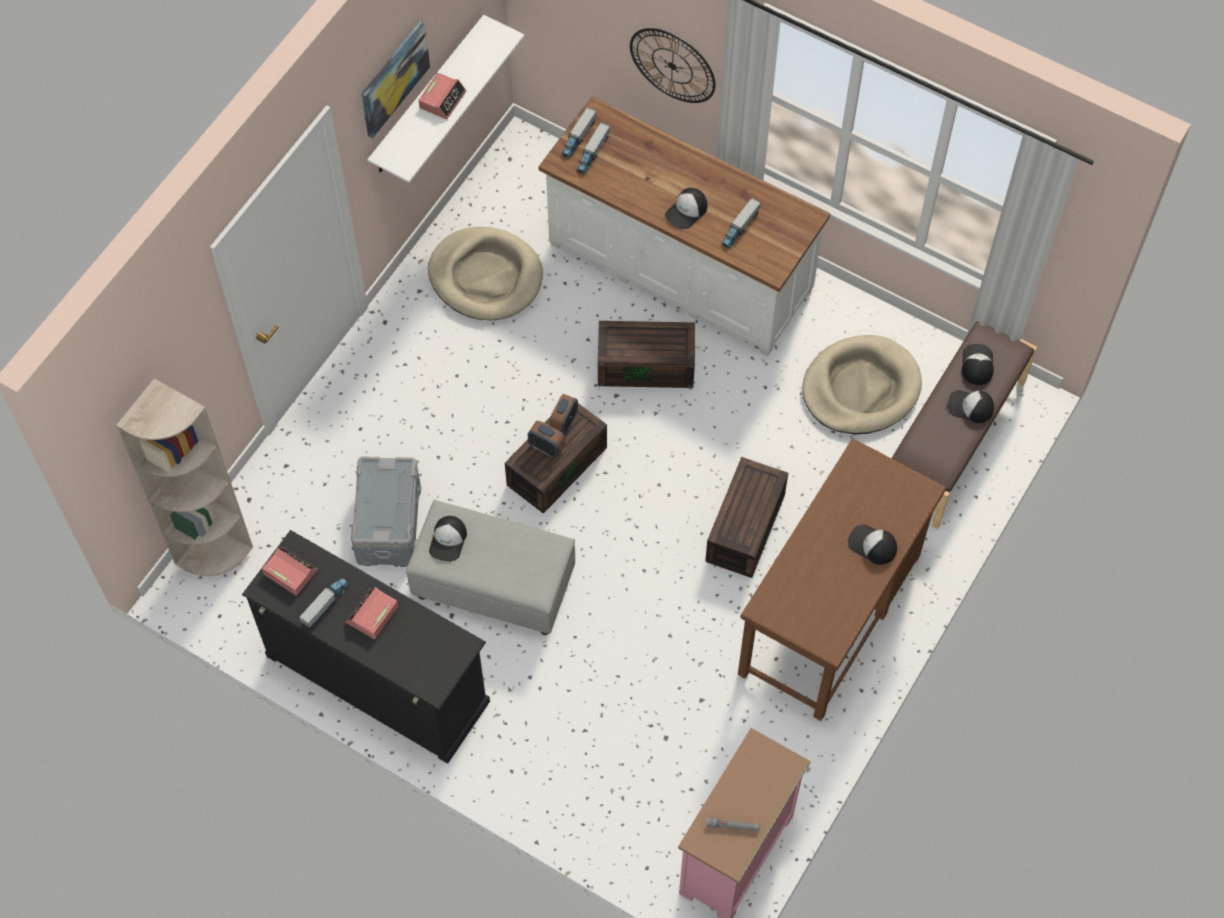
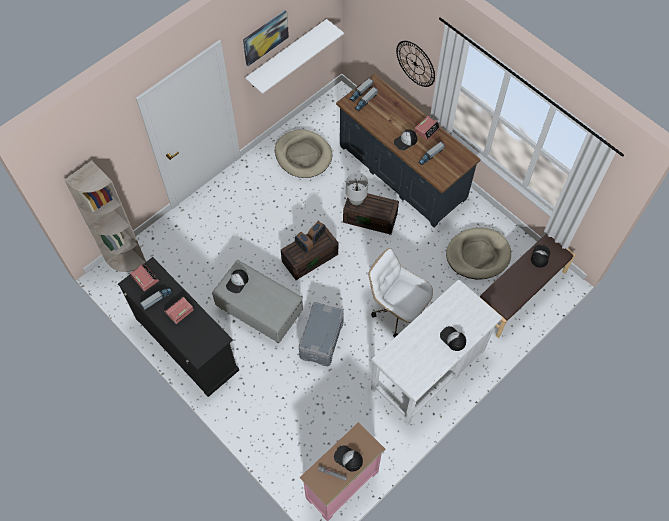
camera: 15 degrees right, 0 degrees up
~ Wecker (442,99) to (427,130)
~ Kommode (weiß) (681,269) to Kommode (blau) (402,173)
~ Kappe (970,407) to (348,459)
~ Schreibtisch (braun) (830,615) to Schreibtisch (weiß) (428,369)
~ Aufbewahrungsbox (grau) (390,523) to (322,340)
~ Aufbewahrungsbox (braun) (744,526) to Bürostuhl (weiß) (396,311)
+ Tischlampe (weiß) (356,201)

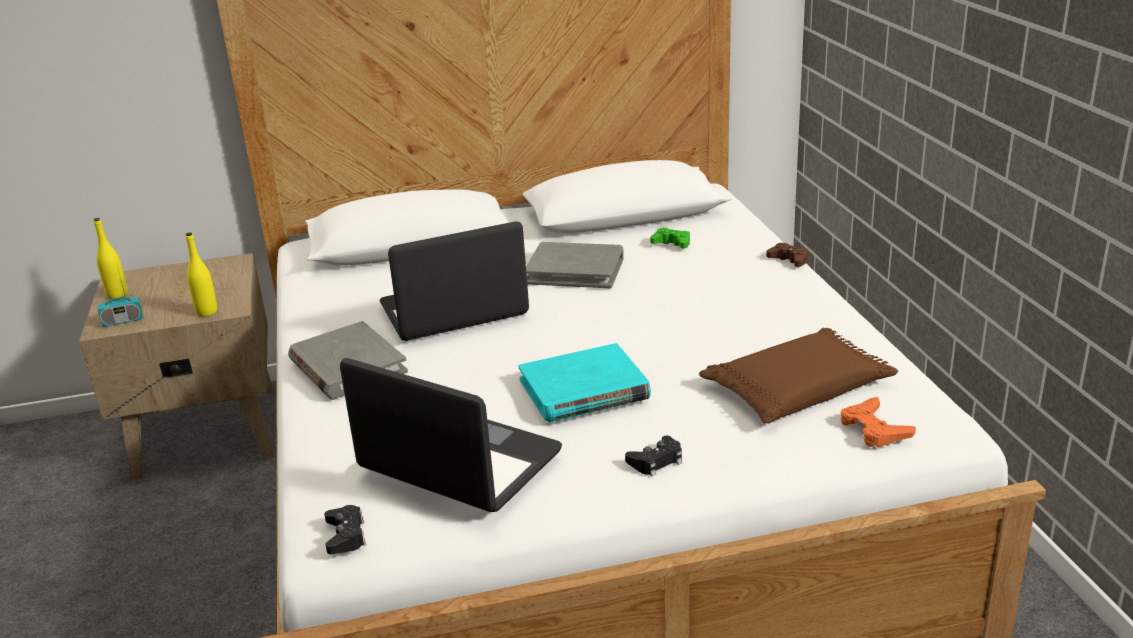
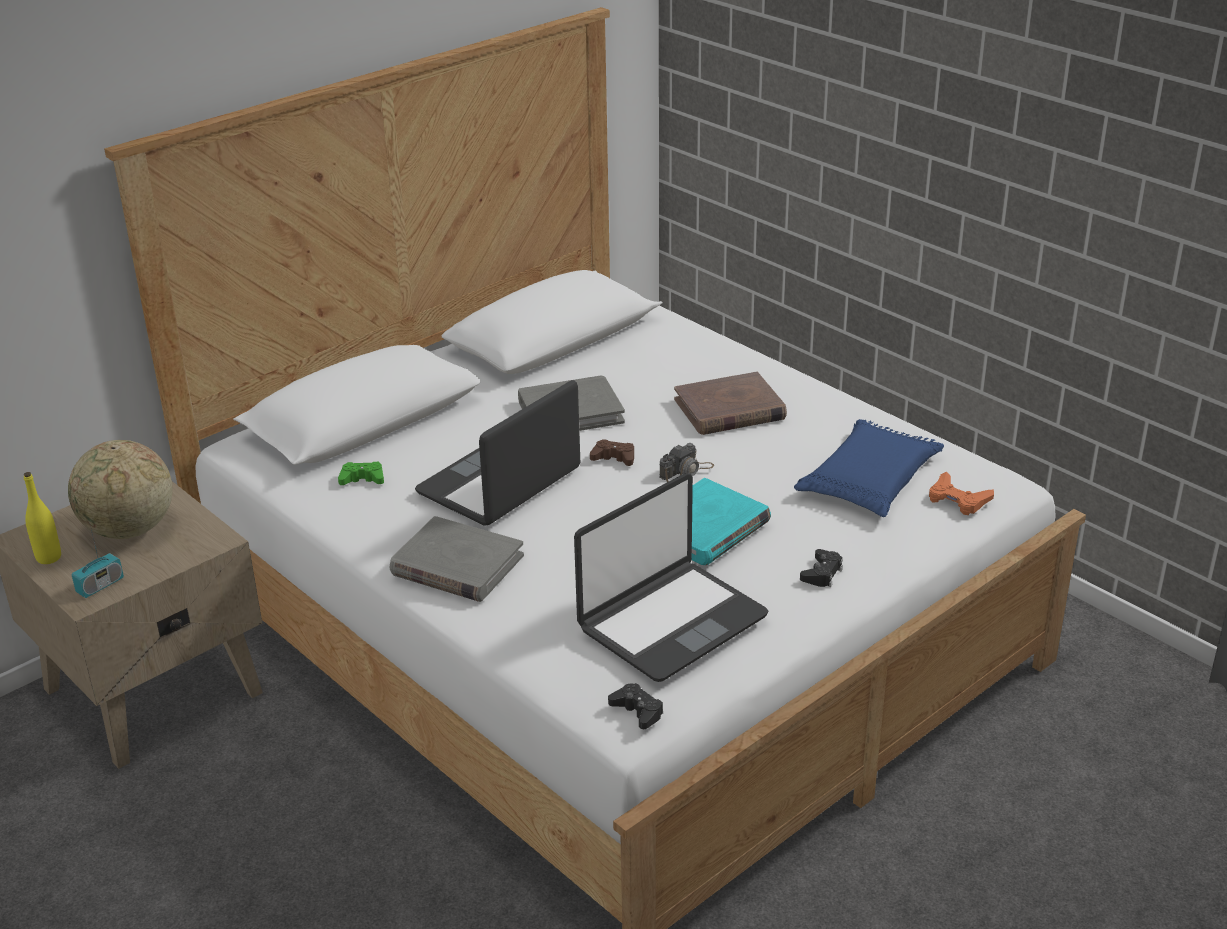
camera: 30 degrees left, 5 degrees up
~ Gamepad (grün) (672,243) to (362,479)
- Flasche (gelb) (207,312)
~ Gamepad (braun) (789,260) to (614,458)
~ Kissen (braun) (797,385) to Kissen (blau) (870,477)
~ Laptop (459,462) = (671,622) 135 degrees clockwise
+ Buch (braun) (729,409)
+ Globus (129,530)
+ Kamera (686,471)

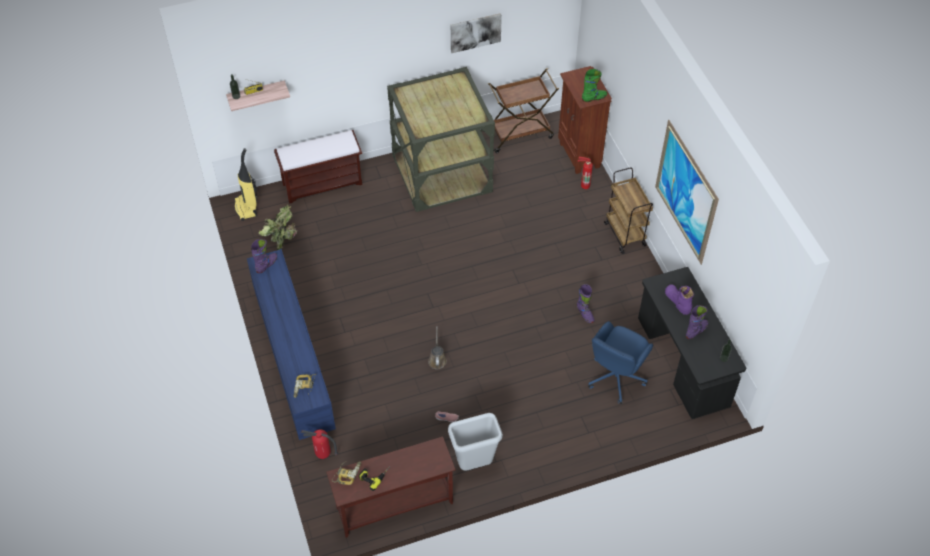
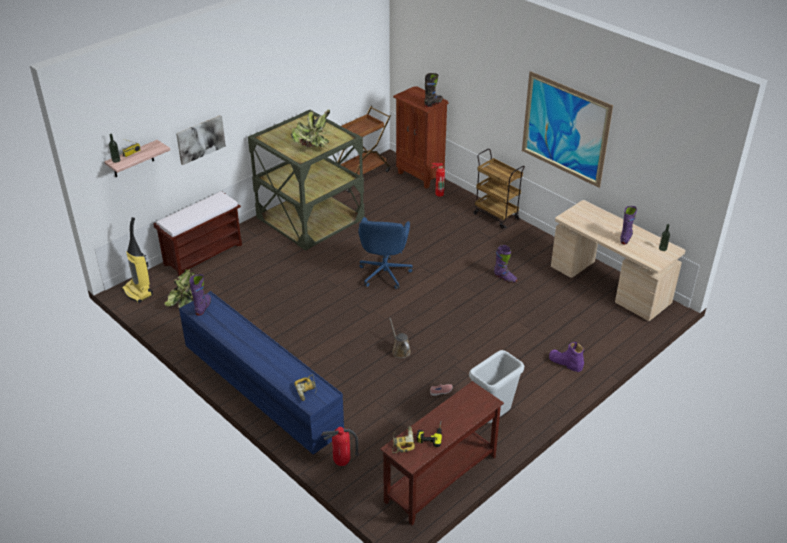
camera: 25 degrees left, 15 degrees down
~ Bild (475,32) to (200,139)
~ Stiefel (grün) (594,98) to Stiefel (schwarz) (433,103)
~ Schreibtisch (schwarz) (682,362) to Schreibtisch (beige) (609,286)
~ Stiefel (lila) (677,301) to (565,363)
~ Bürostuhl (blau) (615,378) to (384,274)
+ Topfpflanze (313,149)

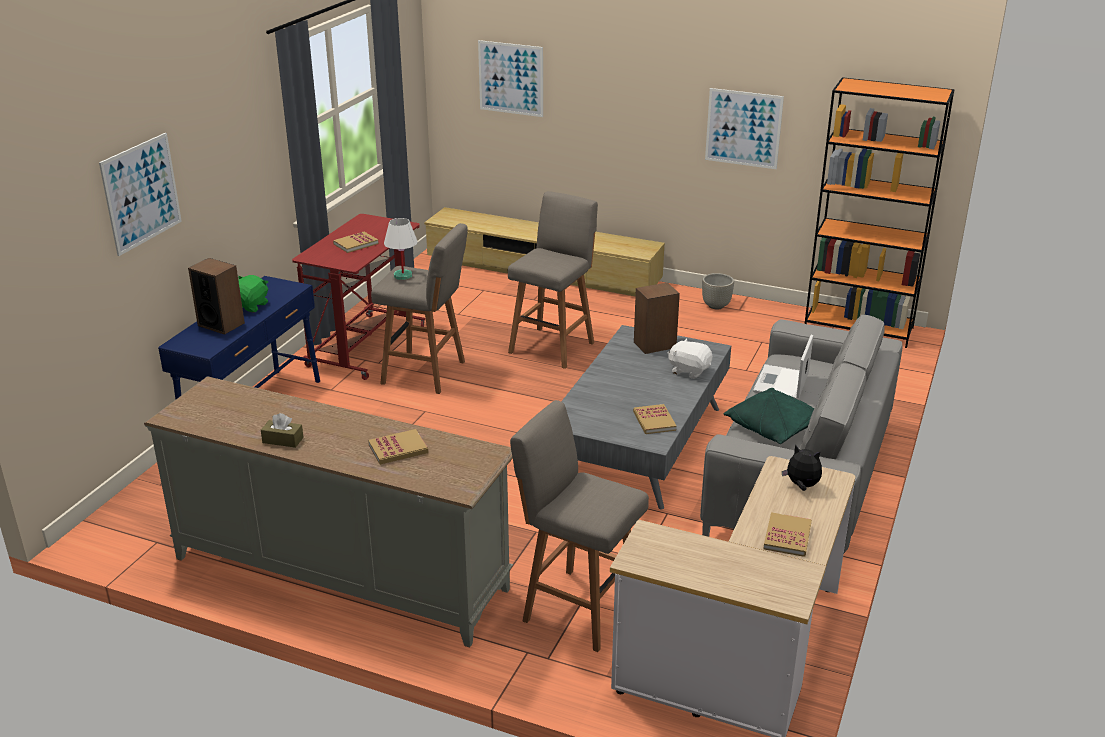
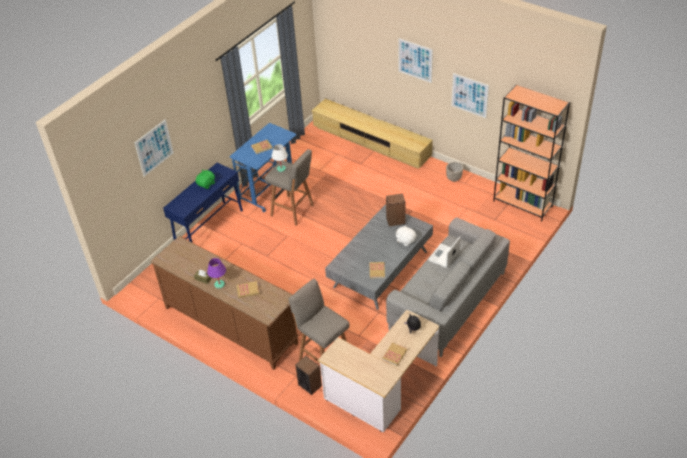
camera: 15 degrees right, 15 degrees up
~ Bild (511,78) to (415,60)
- Hocker (grau) (553,346)
~ Schreibtisch (rot) (366,346) to Schreibtisch (blau) (269,189)
~ Lautsprecher (221,324) to (310,385)
~ Schrank (grau) (341,572) to Schrank (braun) (231,324)
- Kissen (grün) (774,428)
+ Tischlampe (lila) (219,285)

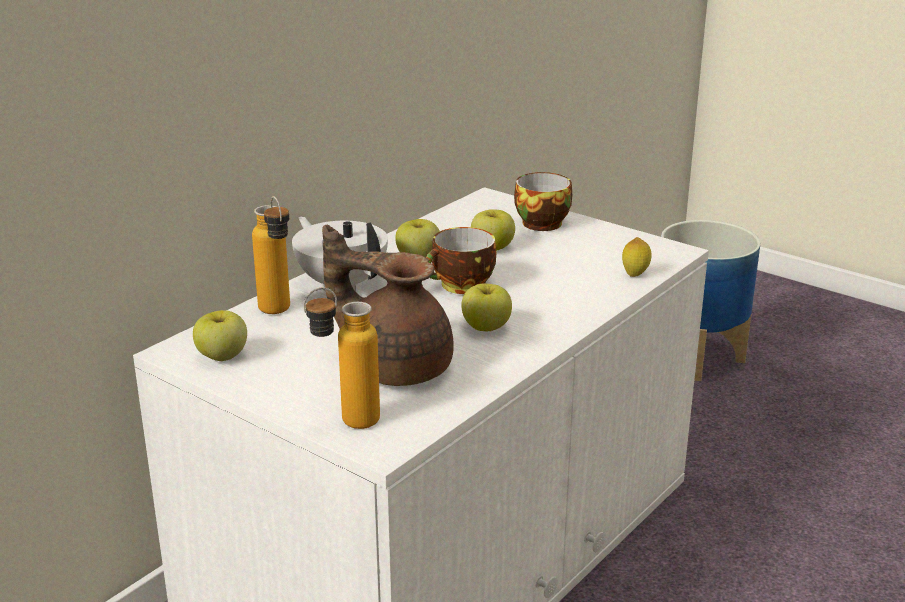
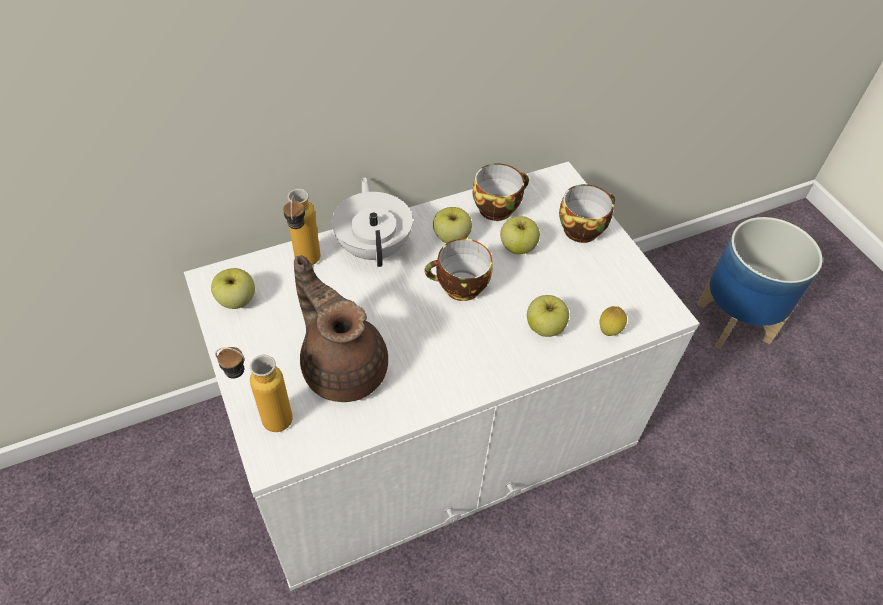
camera: 25 degrees right, 25 degrees up
~ Apfel (486,327) to (545,327)
+ Tasse (497,207)

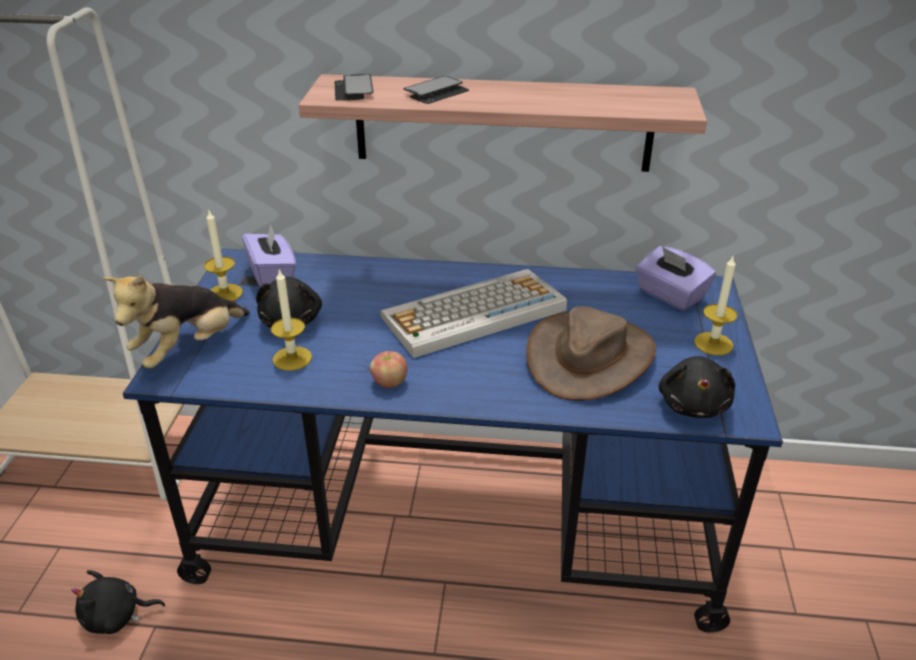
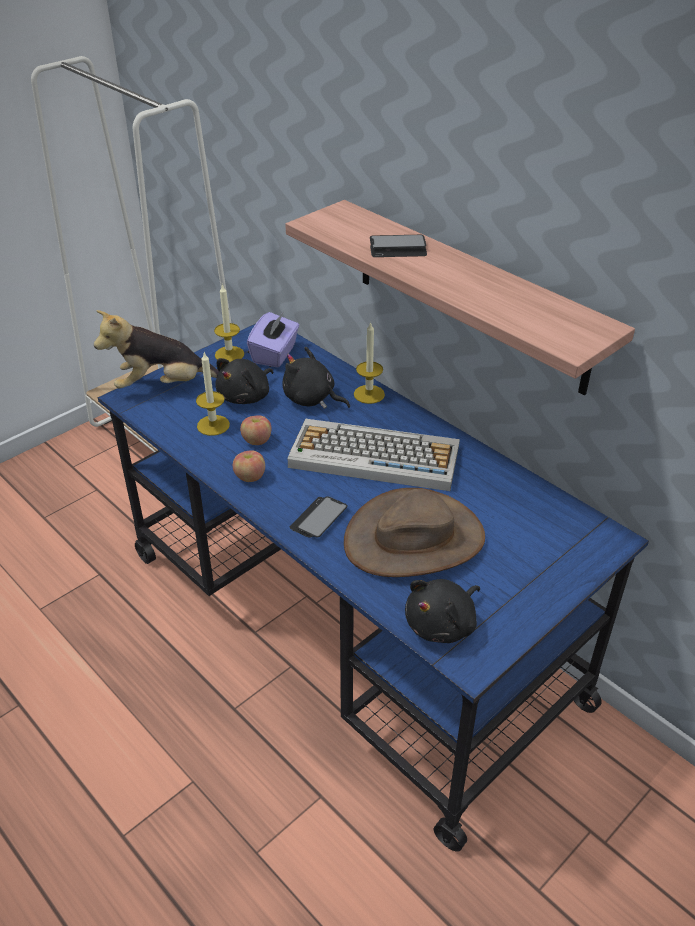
camera: 40 degrees right, 5 degrees up
~ Handy (353,89) to (318,518)
- Taschentuchbox (lila) (670,295)
~ Kerze (713,343) to (369,394)
~ Plüschtier (schwarz) (116,617) to (311,399)
+ Apfel (257,440)

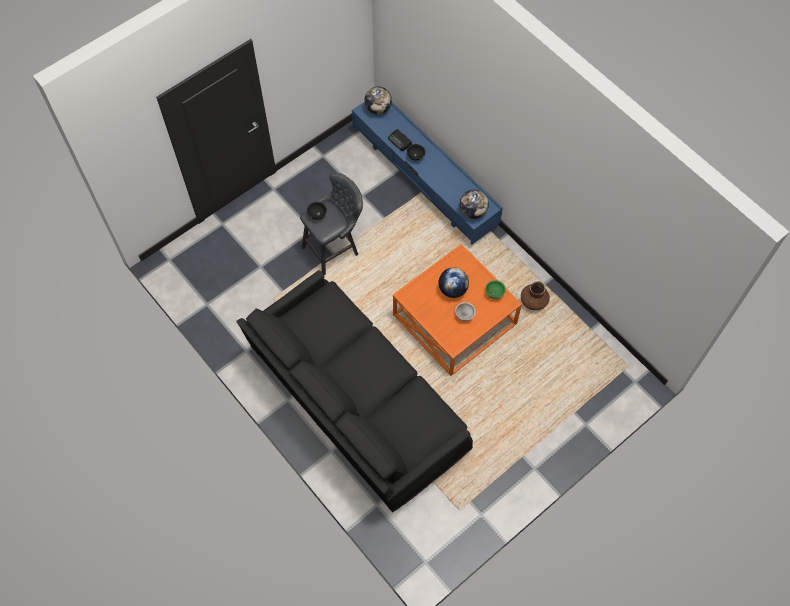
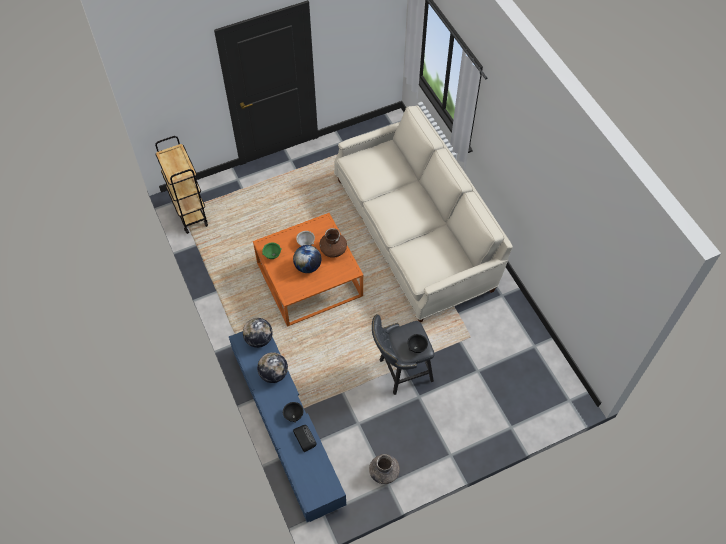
camera: 165 degrees left, 5 degrees down
~ Globus (378,109) to (273,374)
~ Sofa (schwarz) (355,403) to Sofa (beige) (415,233)
~ Vase (braun) (533,301) to (333,249)
+ Rollwagen (braun) (189,214)
+ Vase (grau) (384,472)

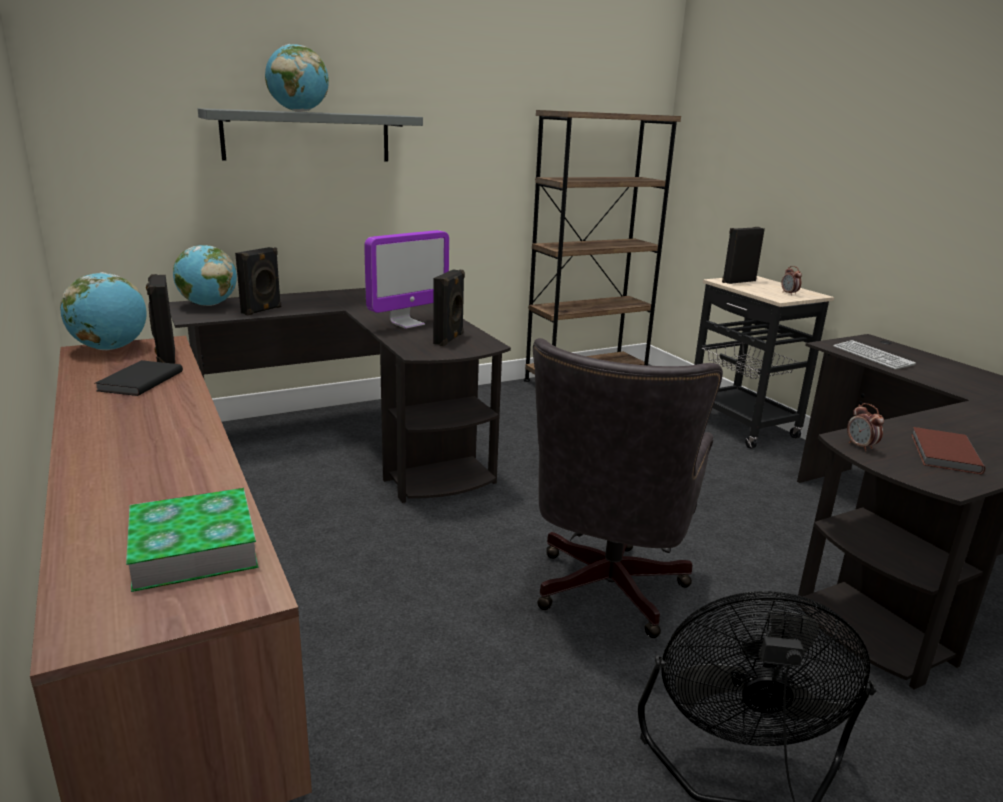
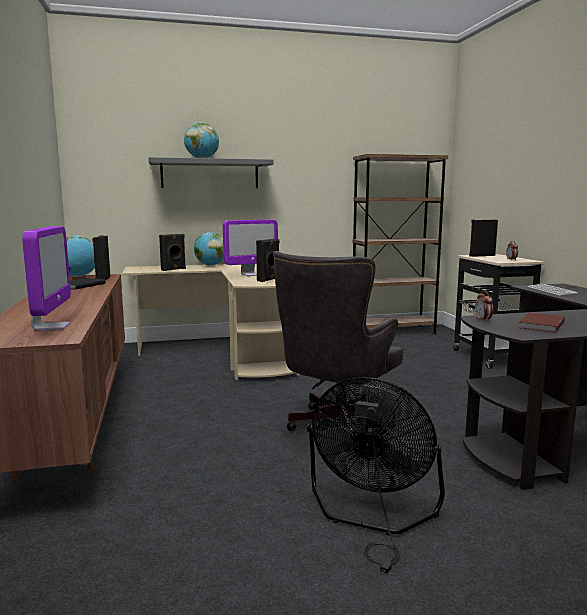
camera: 15 degrees right, 10 degrees down
~ Globus (208,305) to (210,265)
~ Schreibtisch (schwarz) (358,441) to Schreibtisch (beige) (226,353)
~ Buch (193,547) to Monitor (51,327)

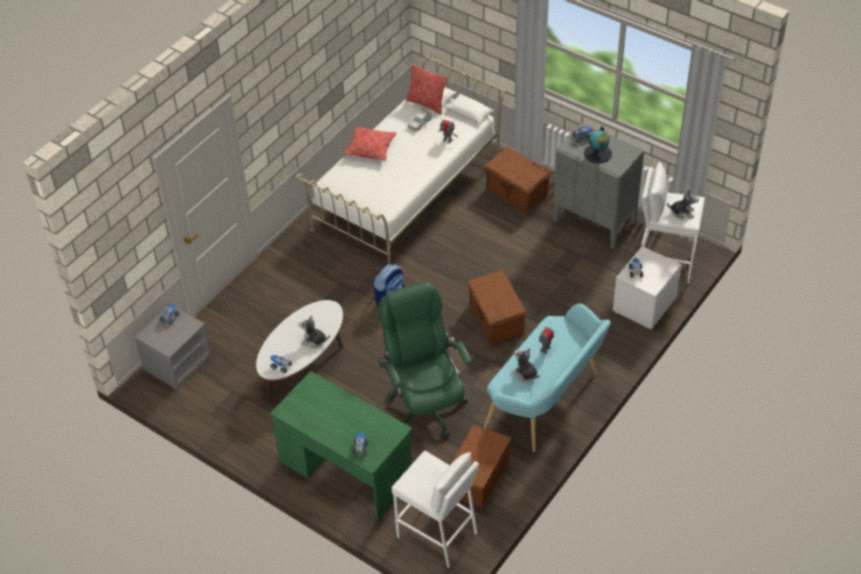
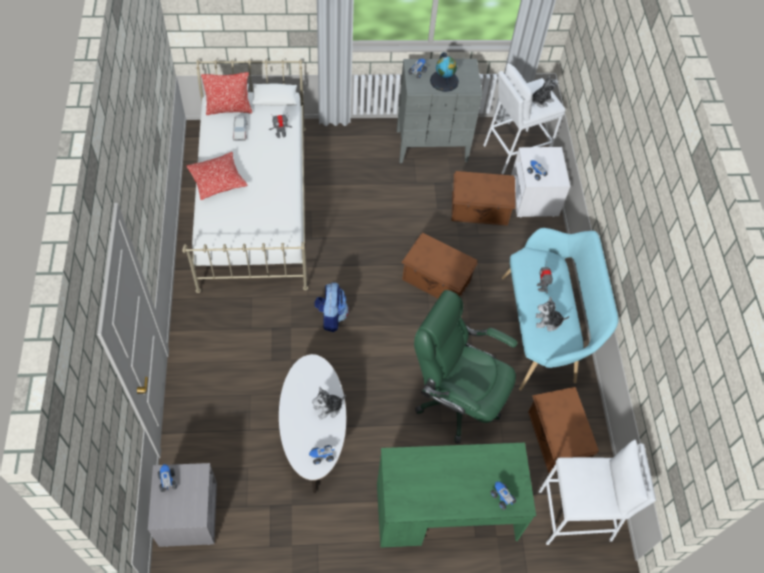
camera: 45 degrees left, 10 degrees up
~ Aufbewahrungsbox (braun) (516,192) to (480,210)

